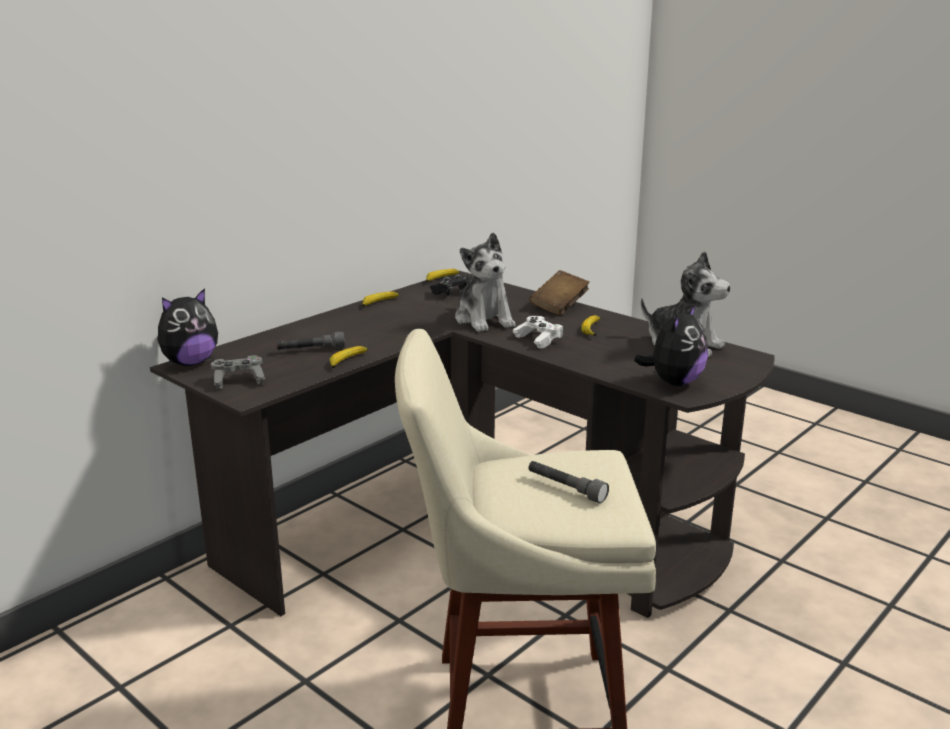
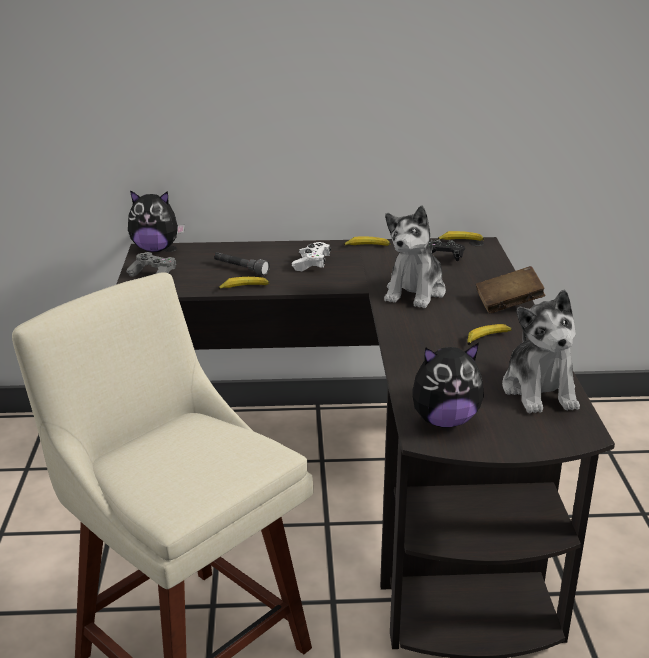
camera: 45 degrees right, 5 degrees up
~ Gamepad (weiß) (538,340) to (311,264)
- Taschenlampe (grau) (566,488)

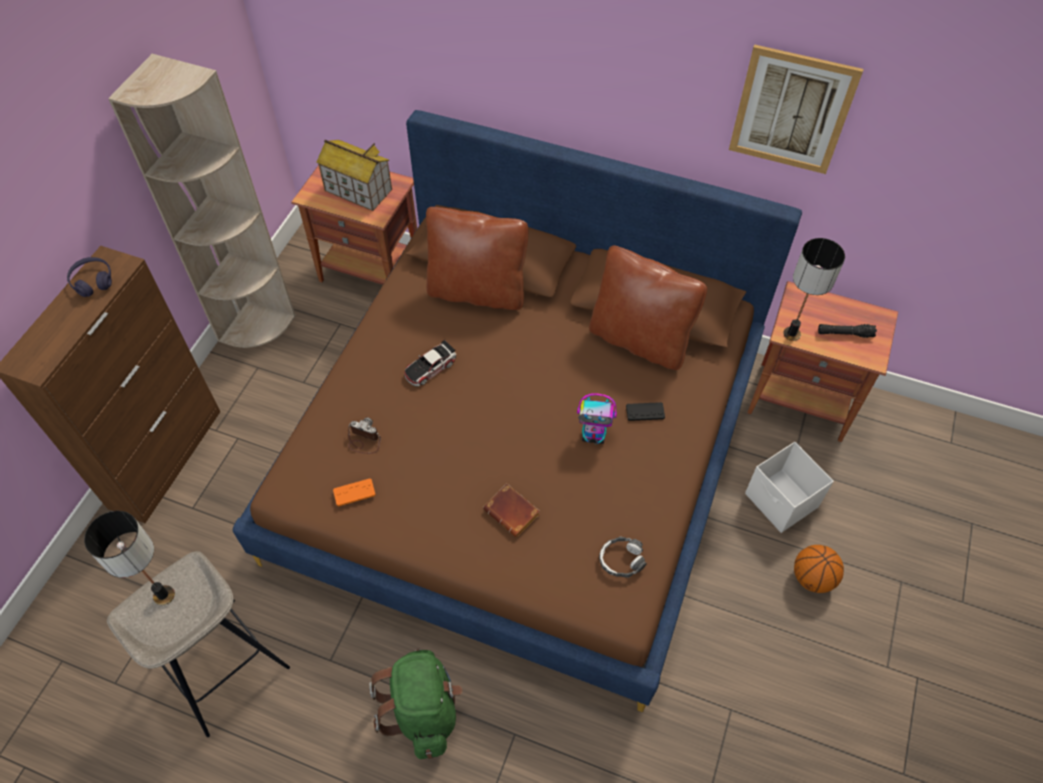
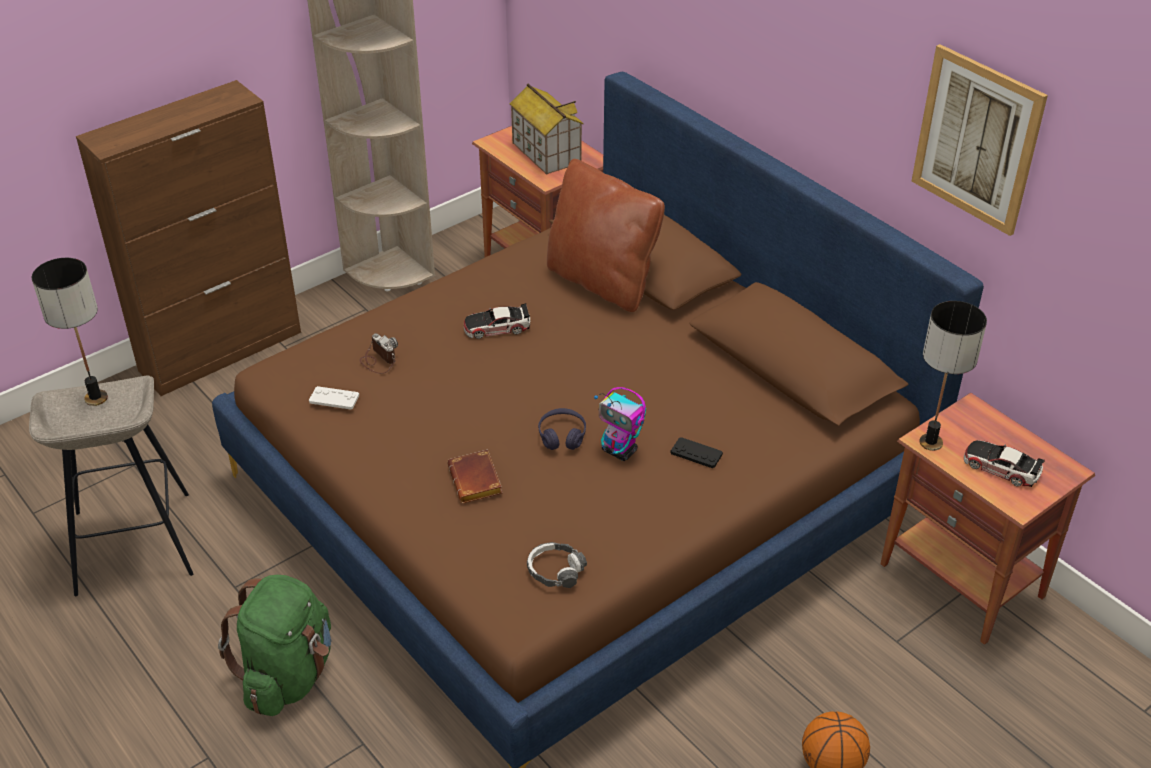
camera: 30 degrees right, 15 degrees down
- Kissen (braun) (639,339)
~ Kopfhörer (lila) (93,281) to (562,436)
~ Taschenlampe (schwarz) (844,334) to Spielzeugauto (1001,467)
- Aufbewahrungsbox (weiß) (781,502)
~ Gamepad (orange) (354,493) to Gamepad (weiß) (334,399)

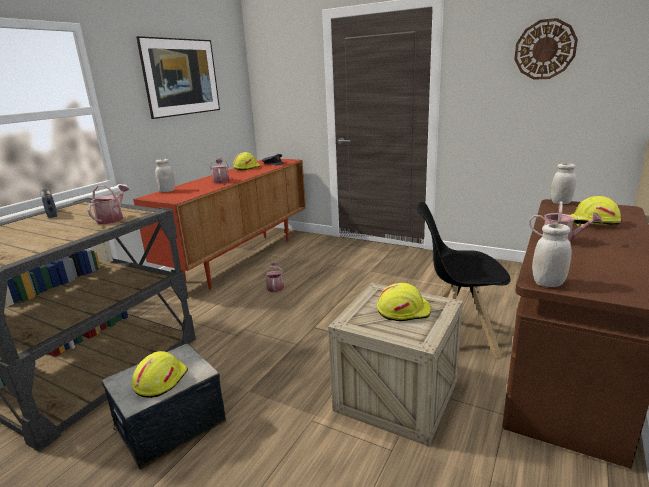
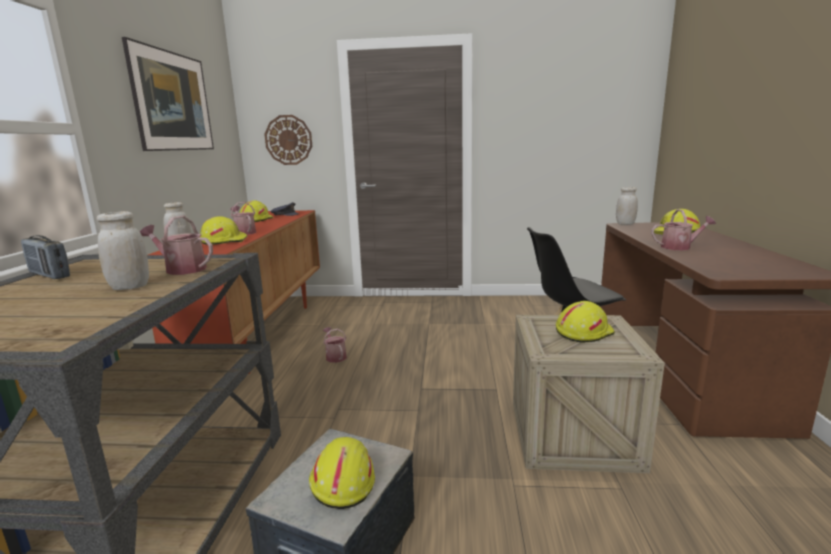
camera: 25 degrees left, 5 degrees down
~ Wanduhr (545,49) to (288,140)
~ Gießkanne (112,219) = (182,269) 60 degrees counterclockwise
~ Vorratsglas (weiß) (548,283) to (130,287)
+ Schutzhelm (gelb) (224,241)

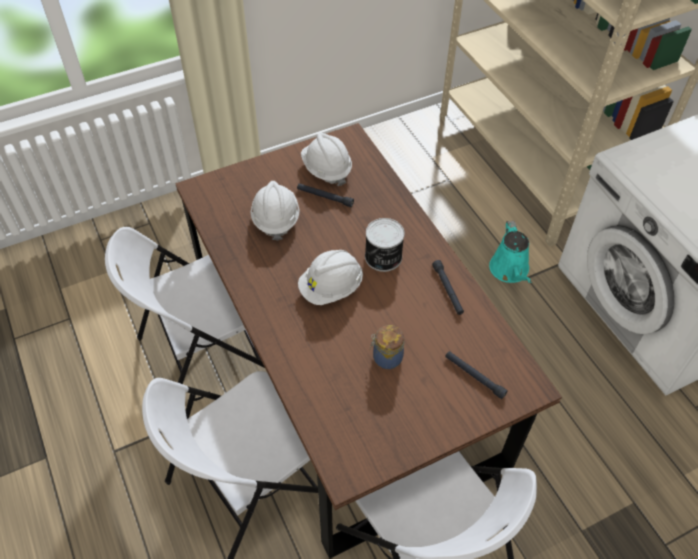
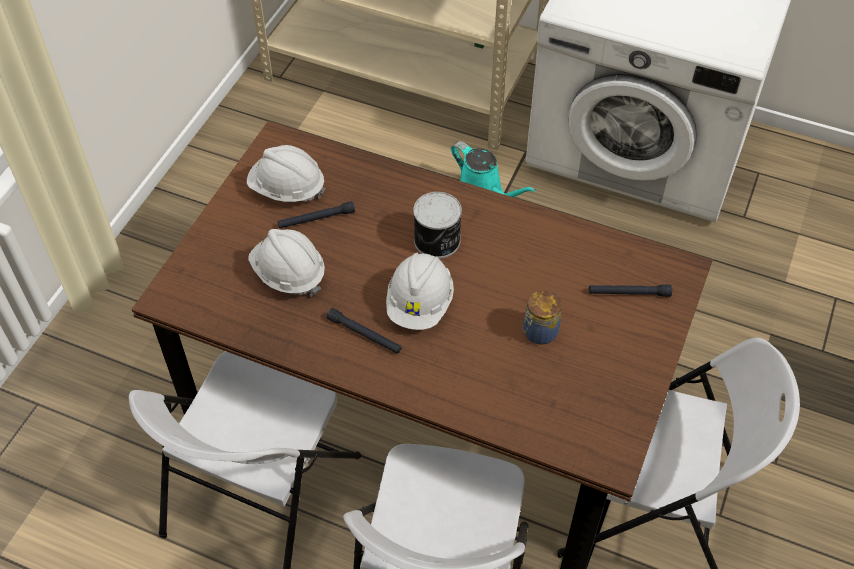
camera: 40 degrees left, 0 degrees up
~ Taschenlampe (schwarz) (447,290) to (364,335)

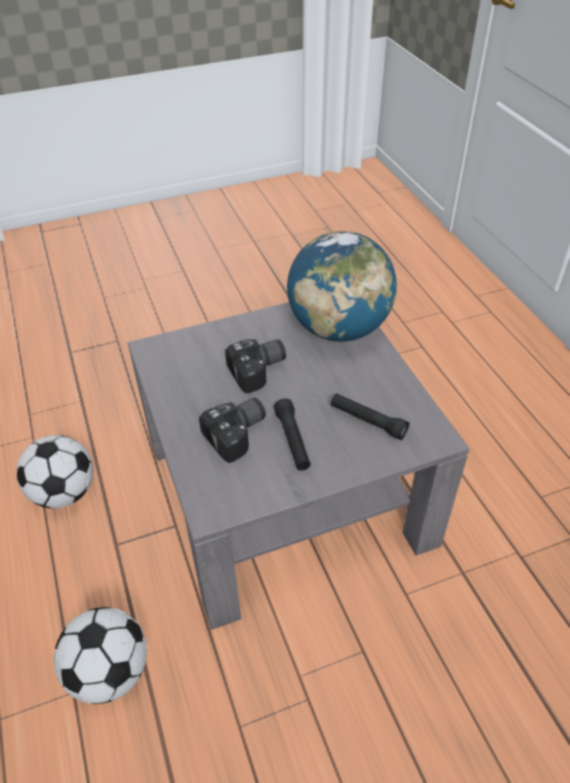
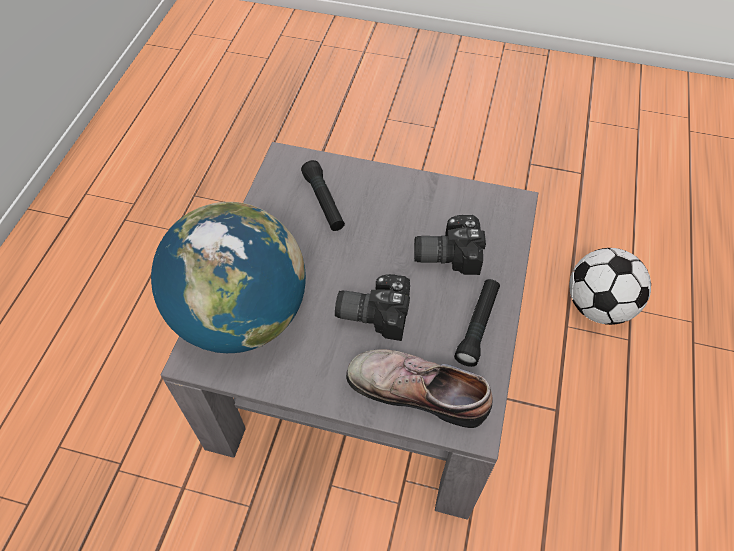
camera: 145 degrees left, 10 degrees up
~ Taschenlampe (schwarz) (292,440) to (477,326)
- Fußball (64,492)
+ Schuh (419,388)

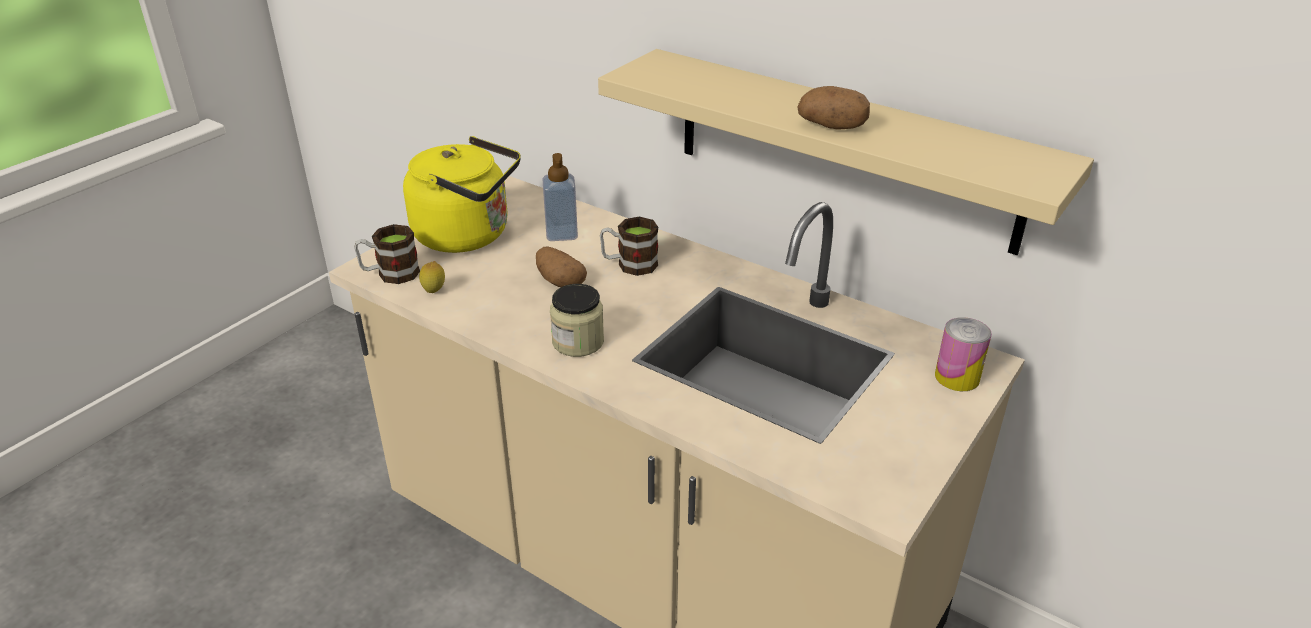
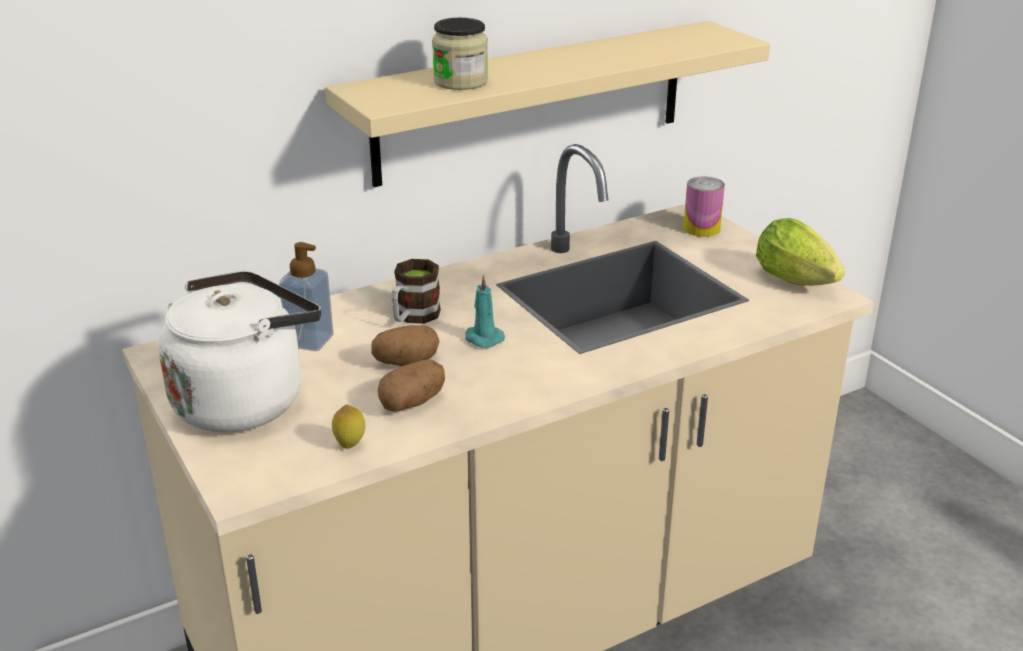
camera: 65 degrees left, 5 degrees down
~ Kartoffel (832,126) to (412,402)
~ Wasserkessel (gelb) (468,235) to Wasserkessel (weiß) (244,400)
- Henkelbecher (390,274)
~ Vorratsglas (578,342) to (460,82)
+ Salatkopf (799,282)
+ Kerze (türkis) (482,338)

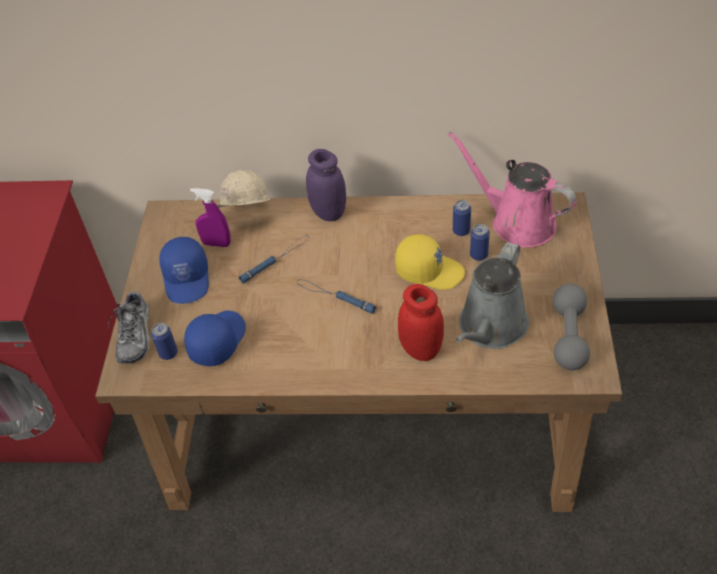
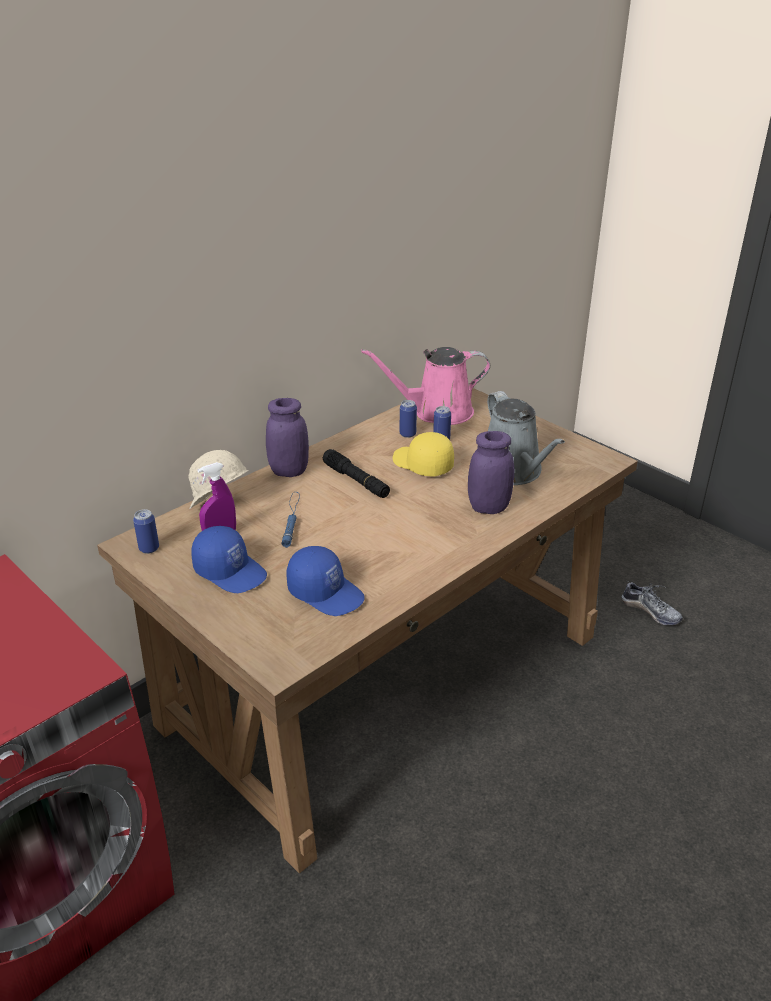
camera: 50 degrees left, 15 degrees down
~ Kappe (gelb) (429,270) = (422,464) 105 degrees counterclockwise
- Taschenlampe (blau) (335,296)
~ Vorratsglas (rot) (420,349) to Vorratsglas (lila) (488,507)
- Hantel (grau) (568,336)
~ Schuh (135,336) to (650,611)
~ Kappe (blau) (216,340) = (326,592) 150 degrees clockwise
~ Dose (168,353) to (149,548)
+ Taschenlampe (schwarz) (356,481)

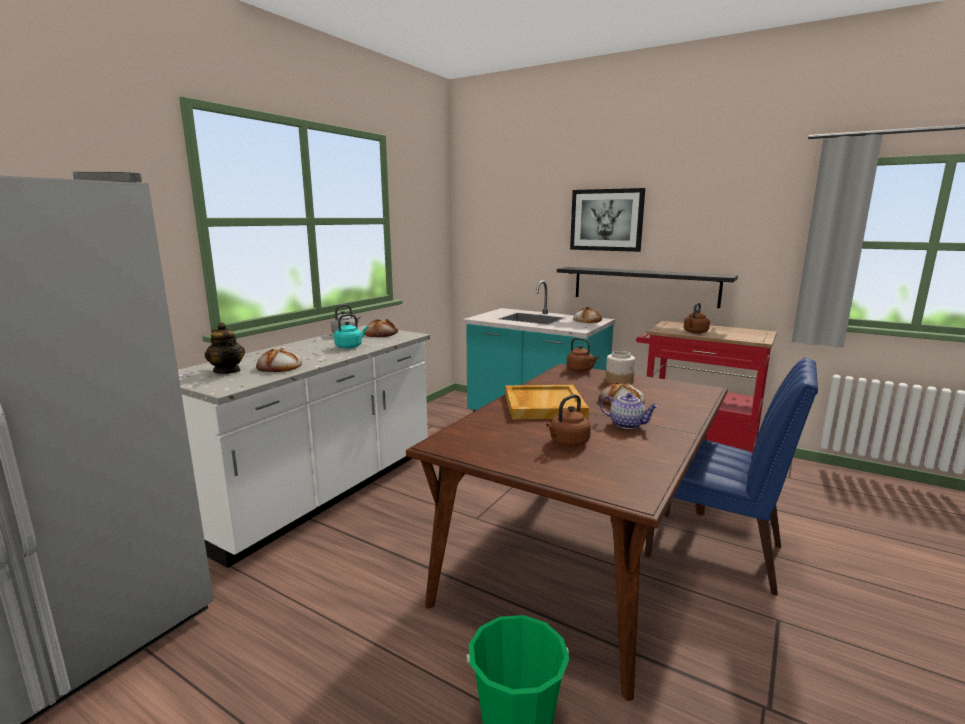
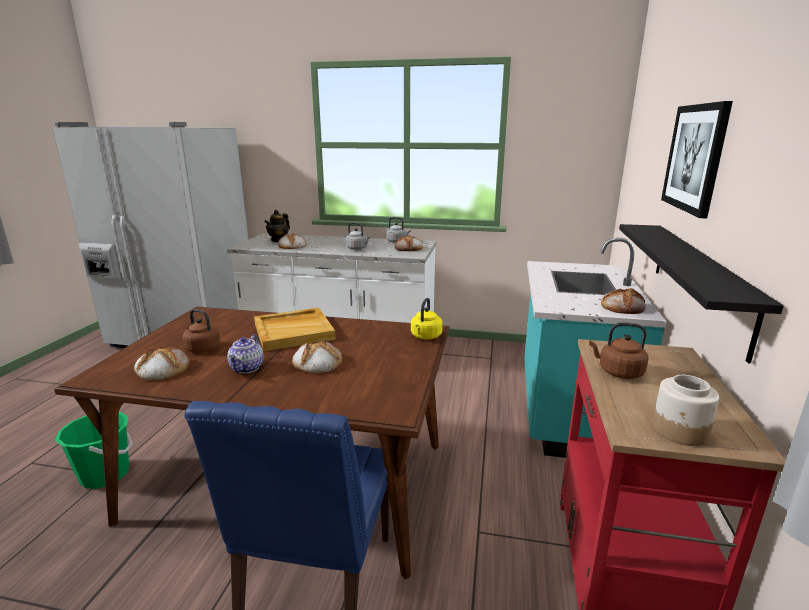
camera: 70 degrees right, 5 degrees up
~ Wasserkessel (türkis) (350,346) to Wasserkessel (grau) (358,248)
~ Wasserkessel (braun) (581,370) to Wasserkessel (gelb) (425,337)
~ Vorratsglas (619,381) to (680,431)
+ Brot (162,368)

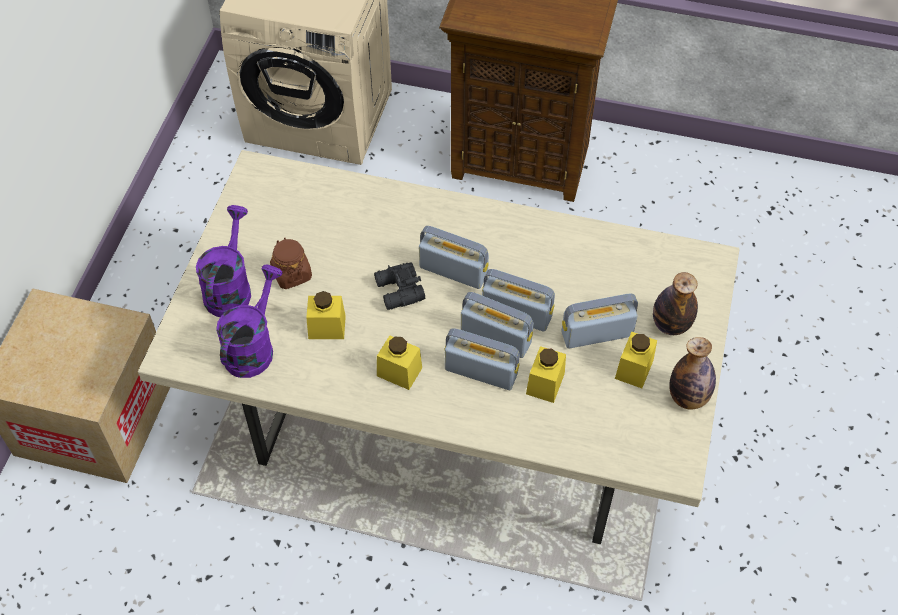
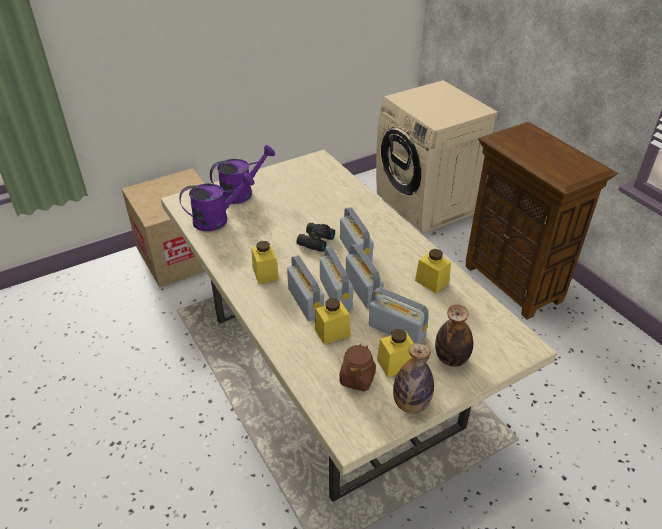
camera: 45 degrees right, 15 degrees down
~ Vorratsglas (braun) (291,274) to (357,378)
~ Vorratsglas (gelb) (327,327) to (432,282)

